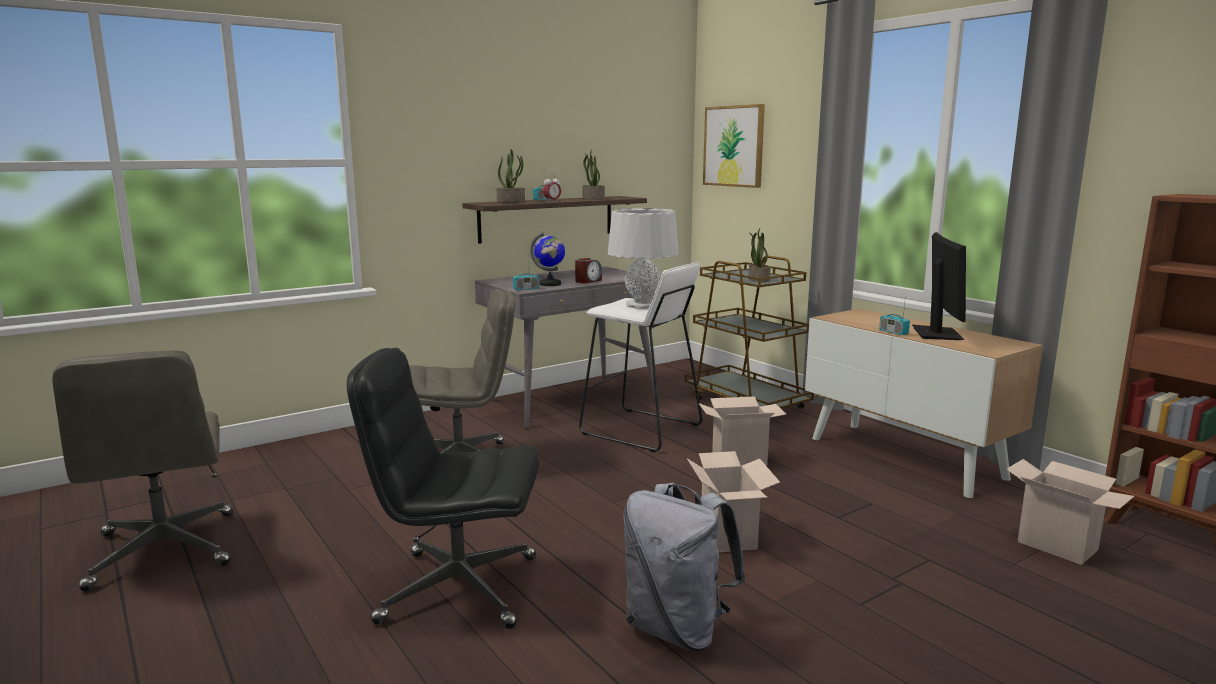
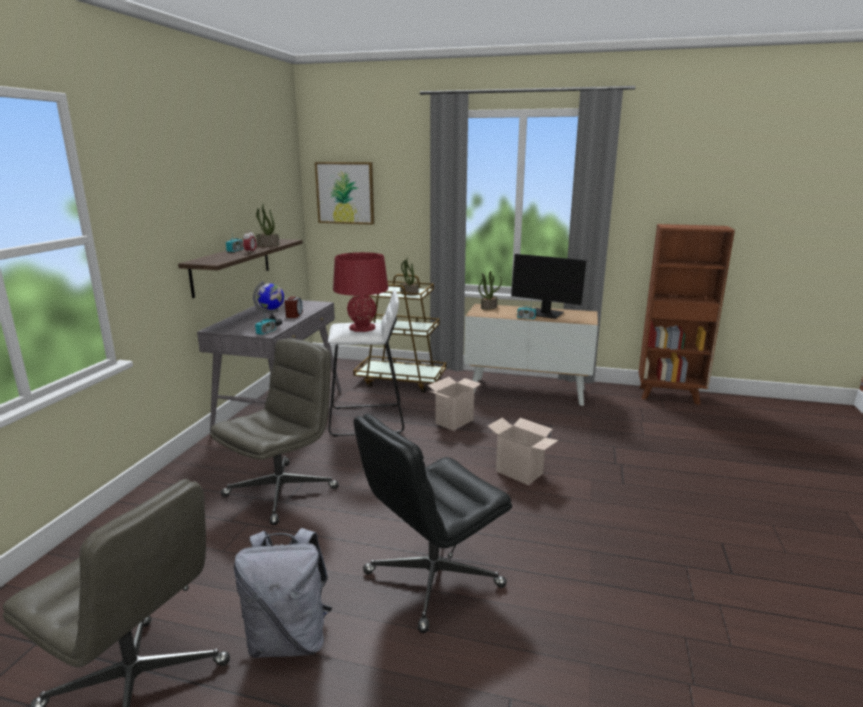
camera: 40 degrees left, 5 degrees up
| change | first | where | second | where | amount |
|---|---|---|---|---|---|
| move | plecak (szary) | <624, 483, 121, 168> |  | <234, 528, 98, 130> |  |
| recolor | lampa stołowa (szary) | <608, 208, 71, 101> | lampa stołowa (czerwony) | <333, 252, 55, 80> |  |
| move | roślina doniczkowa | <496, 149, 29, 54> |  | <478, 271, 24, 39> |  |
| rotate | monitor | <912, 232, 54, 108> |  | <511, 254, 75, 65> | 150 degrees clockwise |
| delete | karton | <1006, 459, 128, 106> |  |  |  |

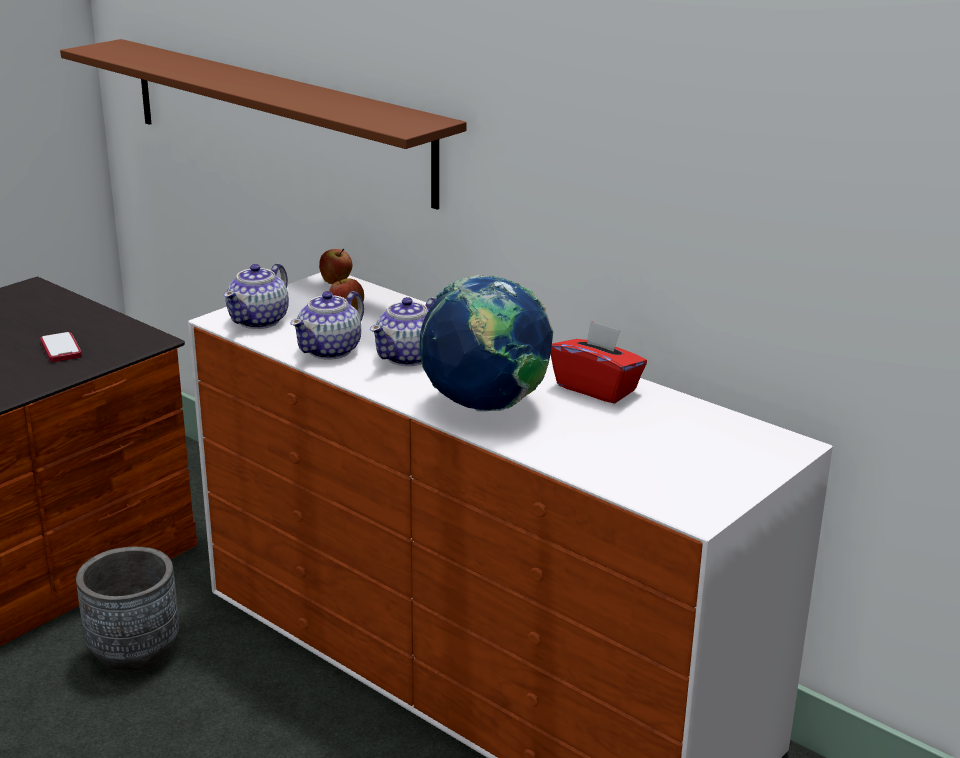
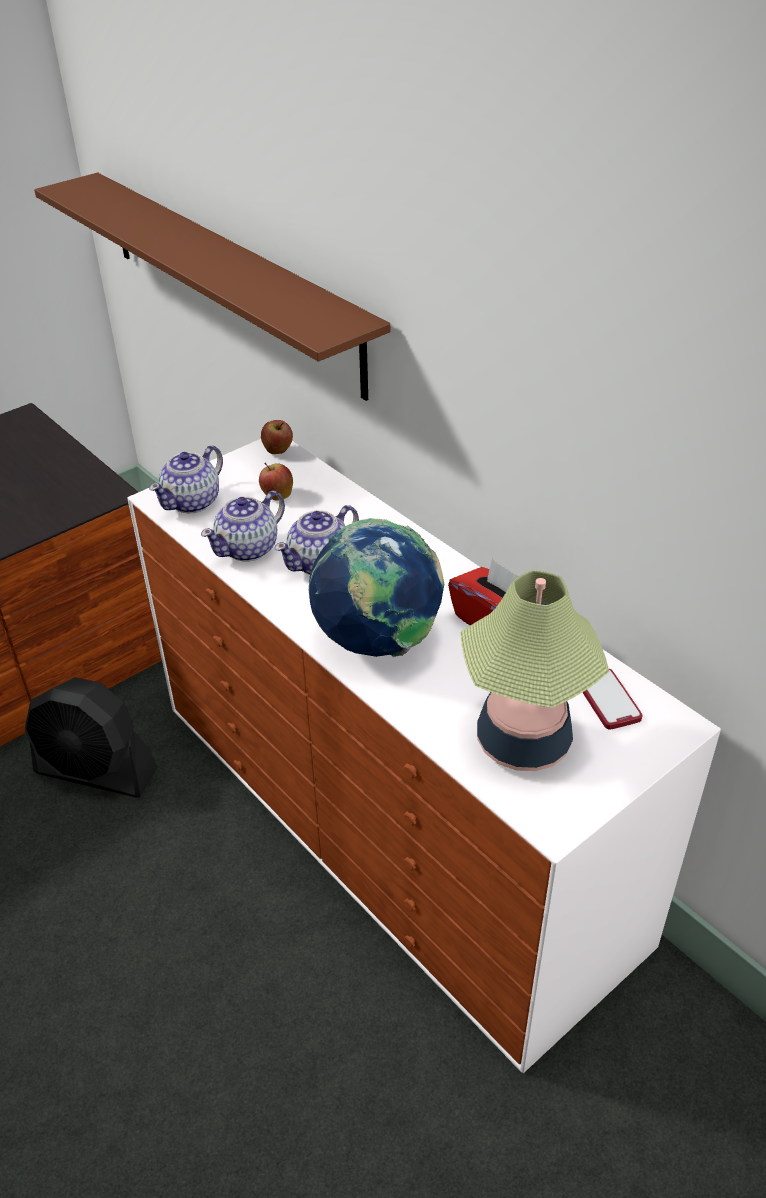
camera: 10 degrees right, 15 degrees up
| change | first | where | second | where | amount |
|---|---|---|---|---|---|
| replace | donica (szary) | <76, 547, 103, 126> | wentylator (czarny) | <25, 677, 133, 121> |  |
| insert |  |  | lampa stołowa | <460, 570, 149, 201> |  |
| move | telefon | <40, 332, 42, 30> |  | <582, 669, 61, 61> |  |

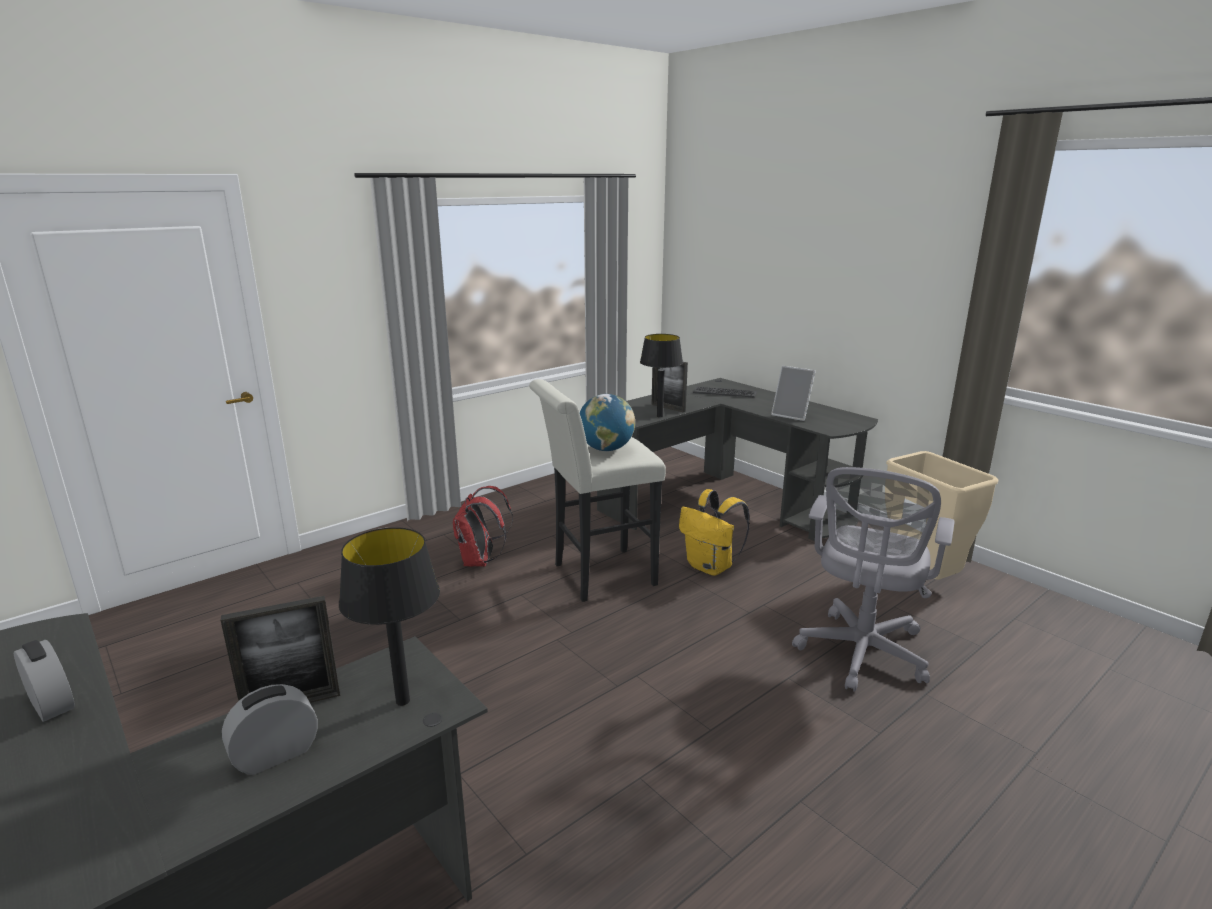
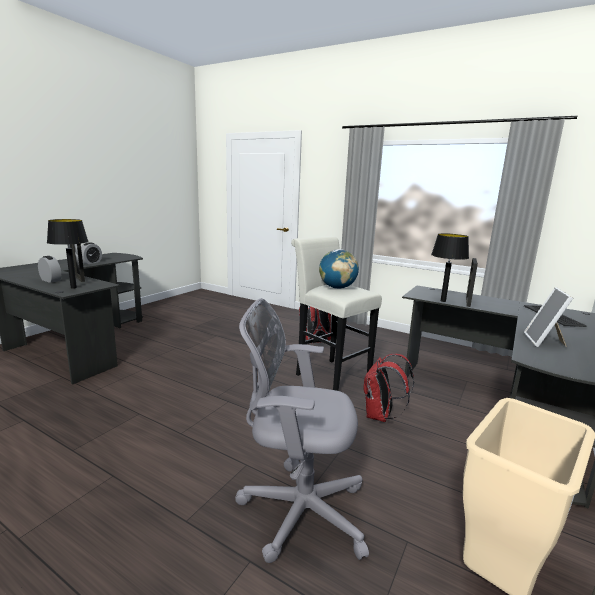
camera: 70 degrees right, 5 degrees down
| change | first | where | second | where | amount |
|---|---|---|---|---|---|
| recolor | plecak (żółty) | <679, 489, 71, 87> | plecak (czerwony) | <363, 354, 51, 68> |  |

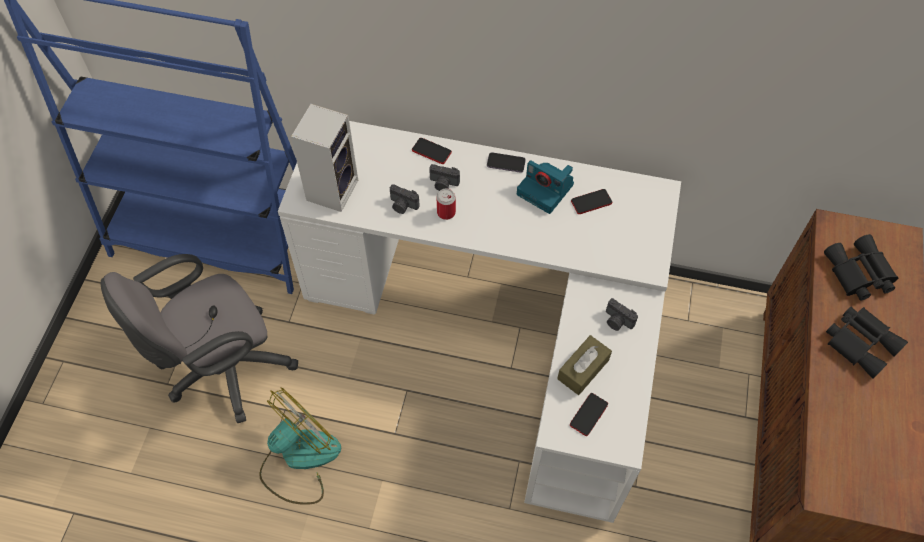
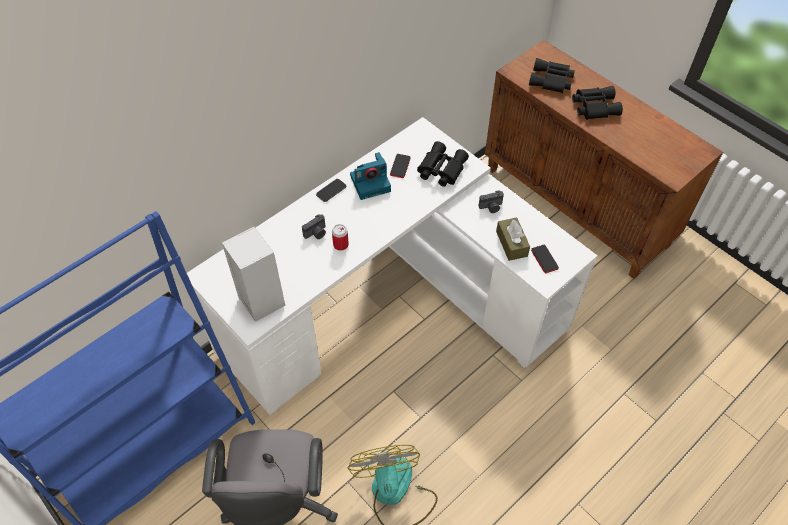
camera: 55 degrees left, 5 degrees down
| change | first | where | second | where | amount |
|---|---|---|---|---|---|
| insert |  |  | lornetka (czarny) | <417, 141, 52, 46> |  |
| delete | aparat fotograficzny | <390, 184, 30, 30> |  |  |  |
| delete | telefon | <412, 138, 40, 26> |  |  |  |

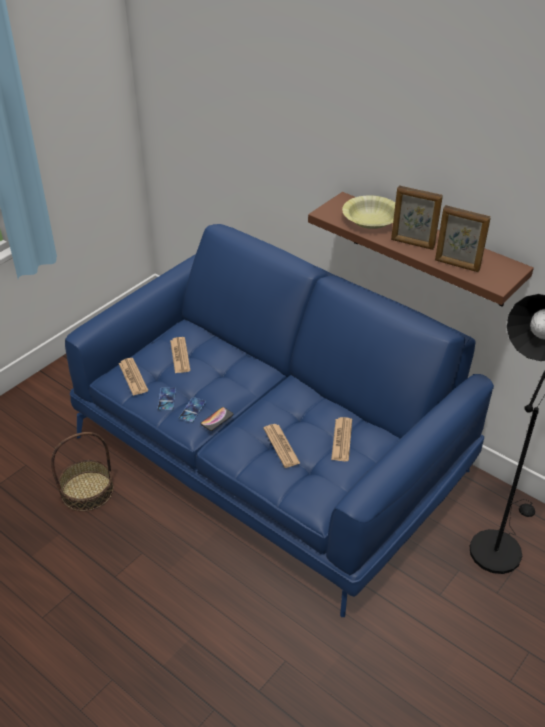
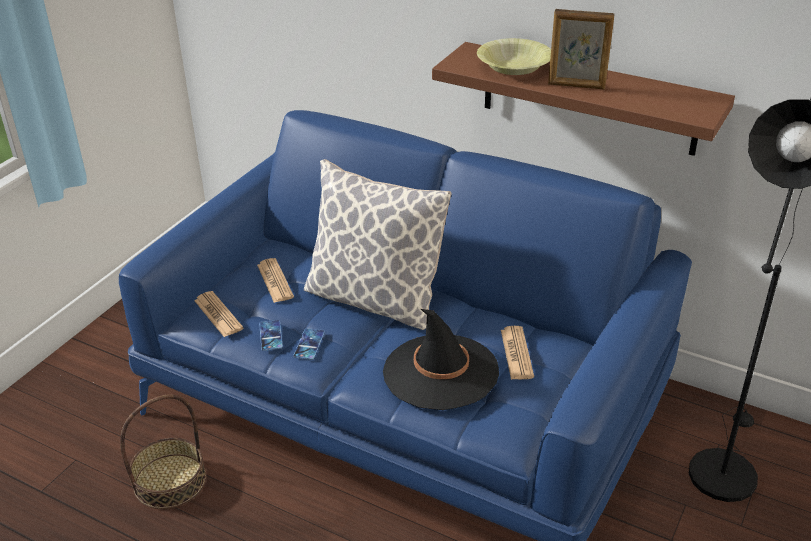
camera: 10 degrees left, 5 degrees down
| change | first | where | second | where | amount |
|---|---|---|---|---|---|
| insert |  |  | poduszka | <304, 159, 148, 171> |  |
| replace | gazeta | <263, 424, 38, 44> | kapelusz (czarny) | <383, 309, 116, 101> |  |
| delete | telefon | <200, 407, 33, 24> |  |  |  |
| delete | ramka na zdjęcie | <435, 205, 56, 67> |  |  |  |

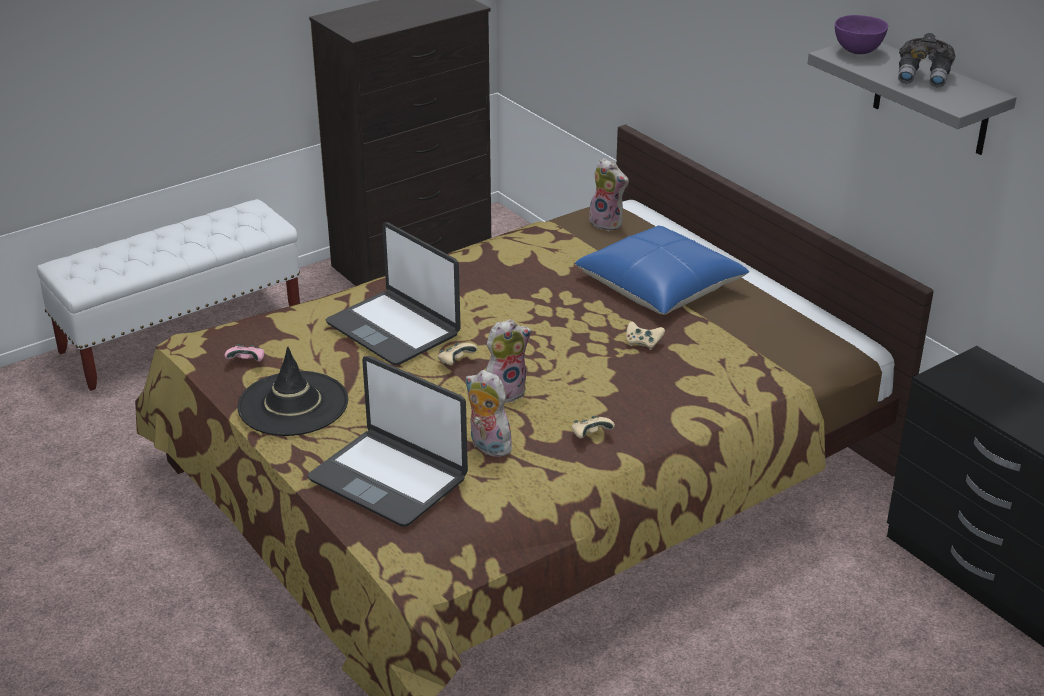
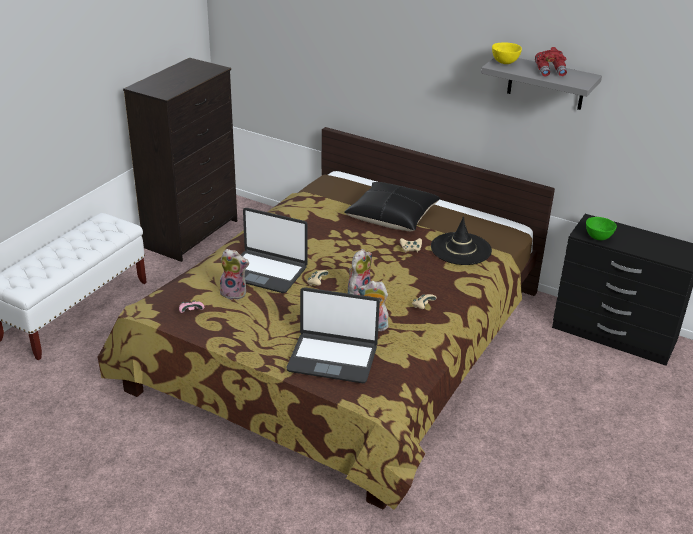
camera: 25 degrees left, 0 degrees up
| change | first | where | second | where | amount |
|---|---|---|---|---|---|
| move | pluszak | <589, 158, 40, 73> |  | <220, 249, 29, 51> |  |
| recolor | poduszka (niebieski) | <575, 226, 174, 89> | poduszka (czarny) | <344, 182, 96, 49> |  |
| move | kapelusz (czarny) | <237, 346, 111, 90> |  | <431, 216, 61, 49> |  |
| recolor | miska (fioletowy) | <835, 15, 53, 39> | miska (żółty) | <492, 42, 30, 22> |  |
| recolor | lornetka (szary) | <898, 33, 57, 55> | lornetka (czerwony) | <535, 47, 32, 30> |  |
| insert |  |  | miska (zielony) | <586, 217, 31, 23> |  |

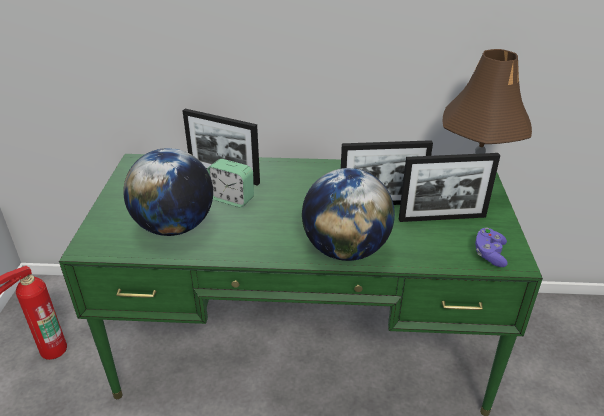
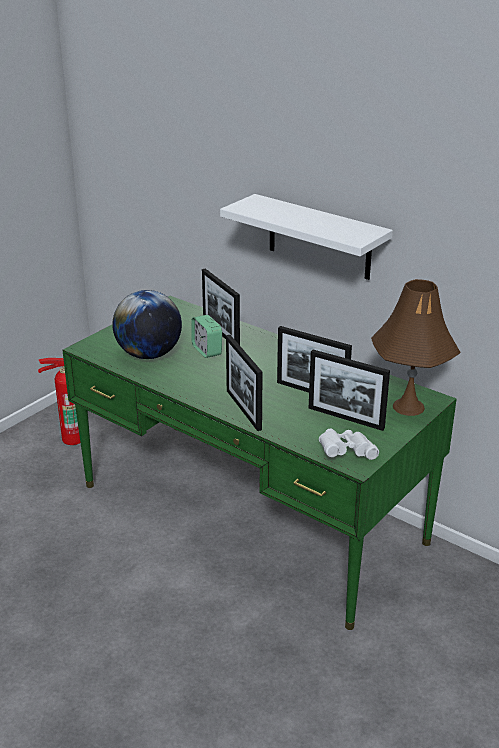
camera: 35 degrees right, 5 degrees down
| change | first | where | second | where | amount |
|---|---|---|---|---|---|
| insert |  |  | półka (biały) | <220, 194, 173, 86> |  |
| replace | globus | <302, 168, 93, 93> | ramka na zdjęcie | <226, 335, 37, 96> |  |
| replace | pad do gier (fioletowy) | <475, 228, 33, 39> | lornetka (biały) | <319, 429, 60, 31> |  |

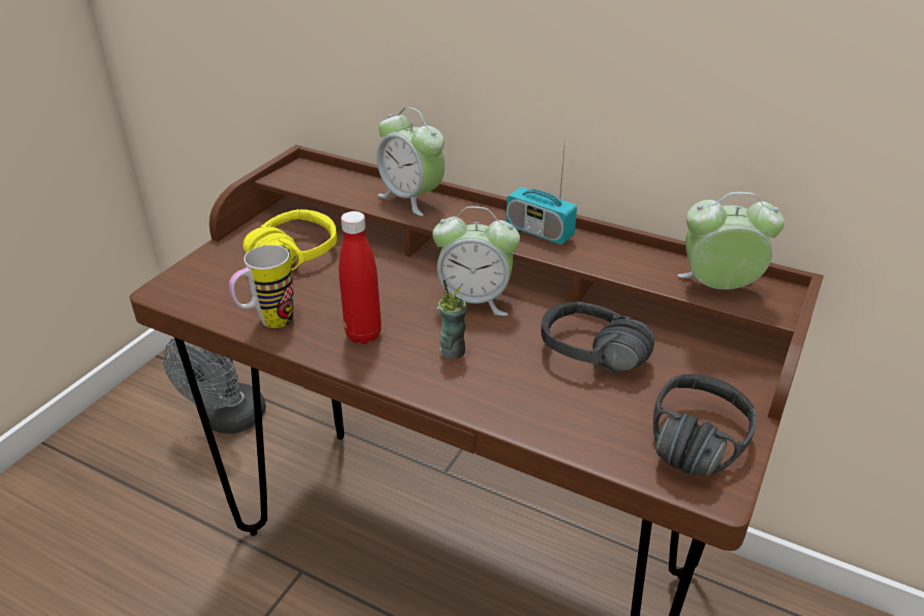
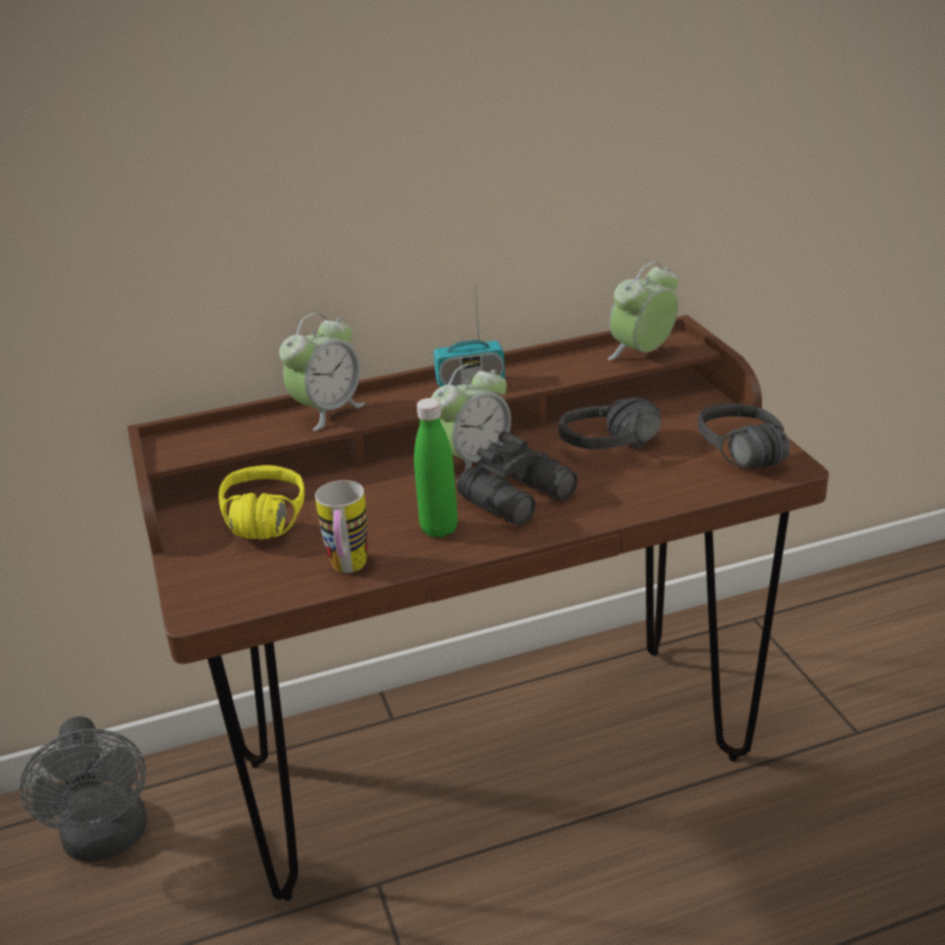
camera: 45 degrees left, 5 degrees down
| change | first | where | second | where | amount |
|---|---|---|---|---|---|
| rotate | budzik | <377, 107, 68, 109> |  | <279, 313, 87, 118> | 45 degrees counterclockwise |
| recolor | butelka (czerwony) | <339, 211, 42, 133> | butelka (zielony) | <414, 398, 44, 140> |  |
| replace | filiżanka | <438, 279, 29, 80> | lornetka (czarny) | <457, 431, 121, 94> |  |

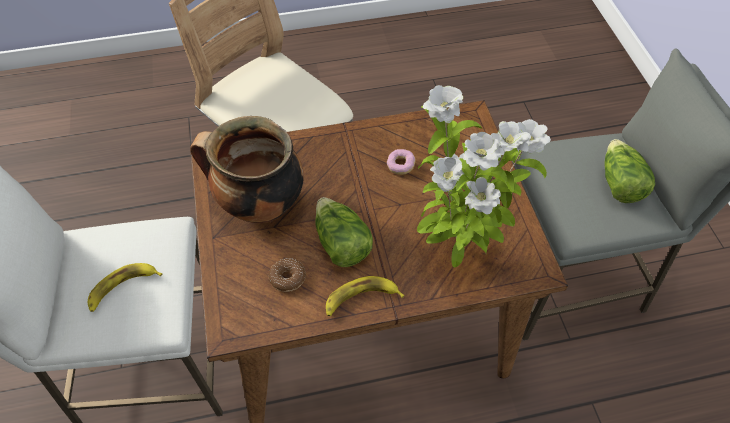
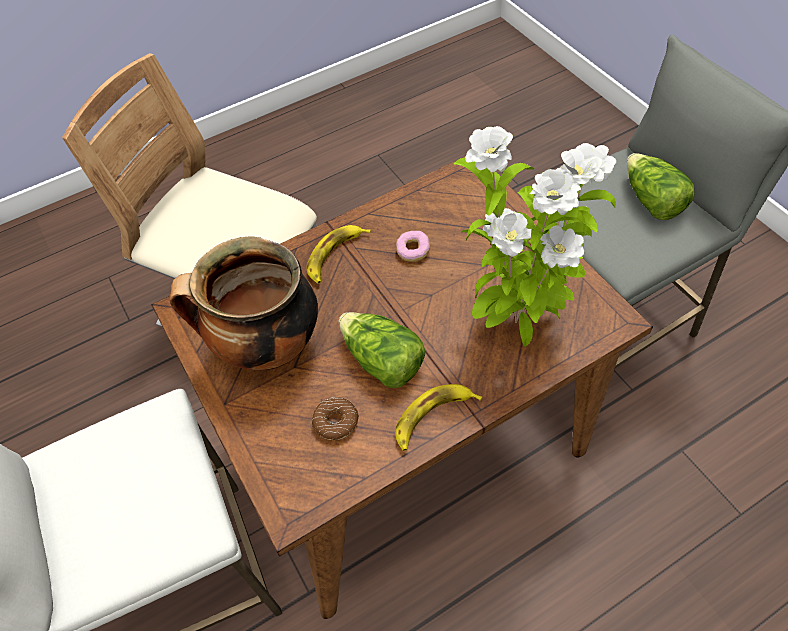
camera: 15 degrees left, 0 degrees up
| change | first | where | second | where | amount |
|---|---|---|---|---|---|
| move | banan | <88, 263, 74, 49> |  | <307, 225, 64, 59> |  |

